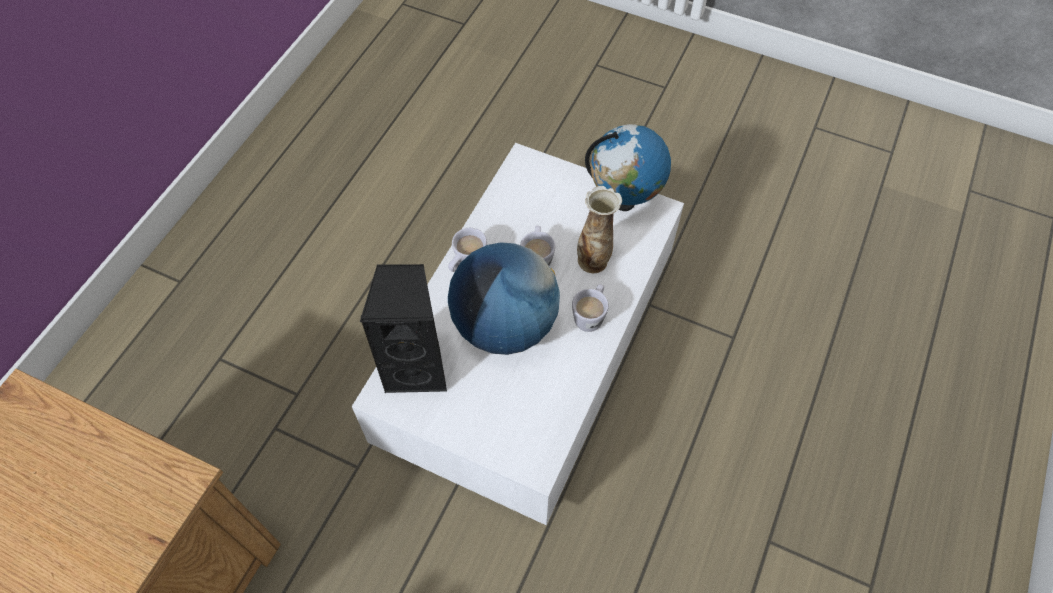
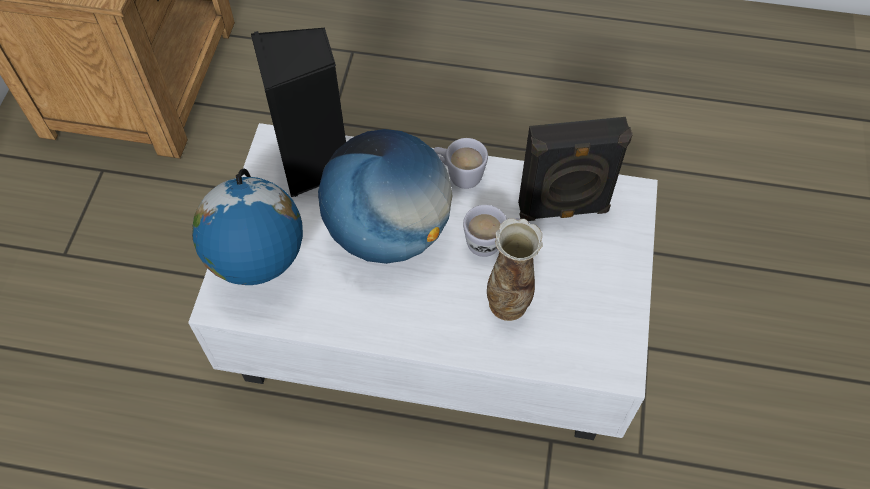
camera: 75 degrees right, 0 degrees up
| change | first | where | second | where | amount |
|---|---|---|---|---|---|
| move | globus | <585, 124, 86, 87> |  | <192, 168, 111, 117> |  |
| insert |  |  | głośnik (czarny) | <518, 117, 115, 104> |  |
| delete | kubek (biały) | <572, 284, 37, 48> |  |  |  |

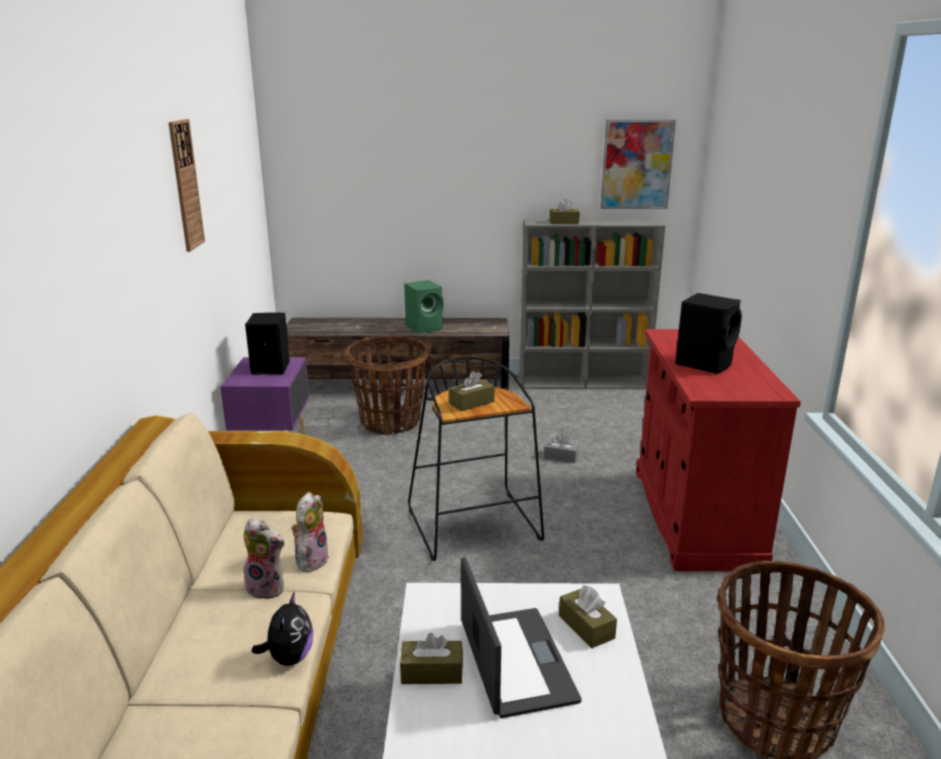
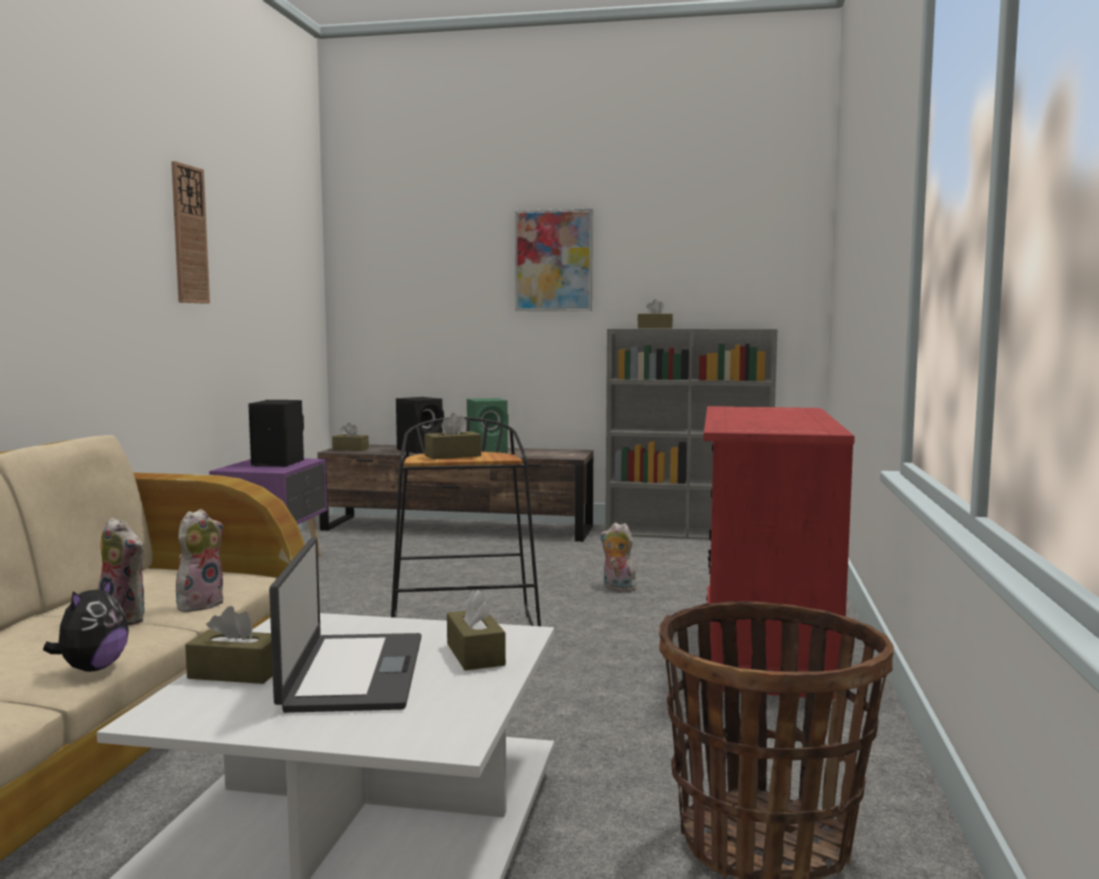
camera: 10 degrees right, 15 degrees down
| change | first | where | second | where | amount |
|---|---|---|---|---|---|
| insert |  |  | pudełko chusteczek (brązowy) | <332, 422, 37, 29> |  |
| move | głośnik (czarny) | <675, 293, 67, 81> |  | <396, 397, 48, 56> |  |
| move | obraz | <601, 119, 75, 90> |  | <515, 209, 78, 102> |  |
| replace | pudełko chusteczek (szary) | <544, 433, 35, 30> | pluszak | <600, 523, 39, 69> |  |
| delete | koszyk | <347, 336, 81, 99> |  |  |  |

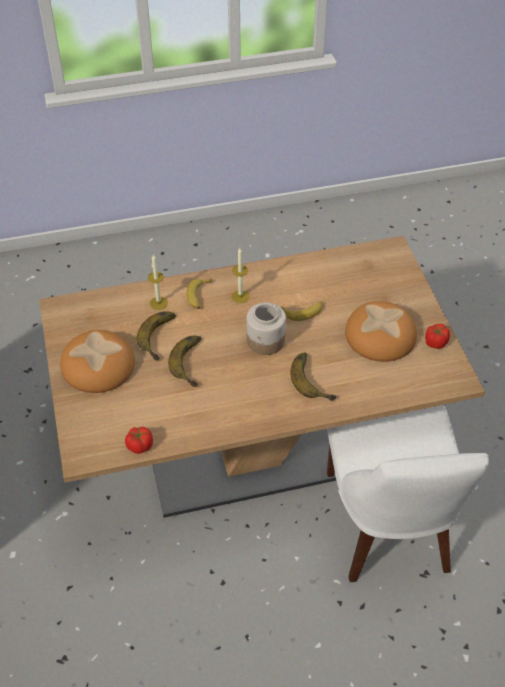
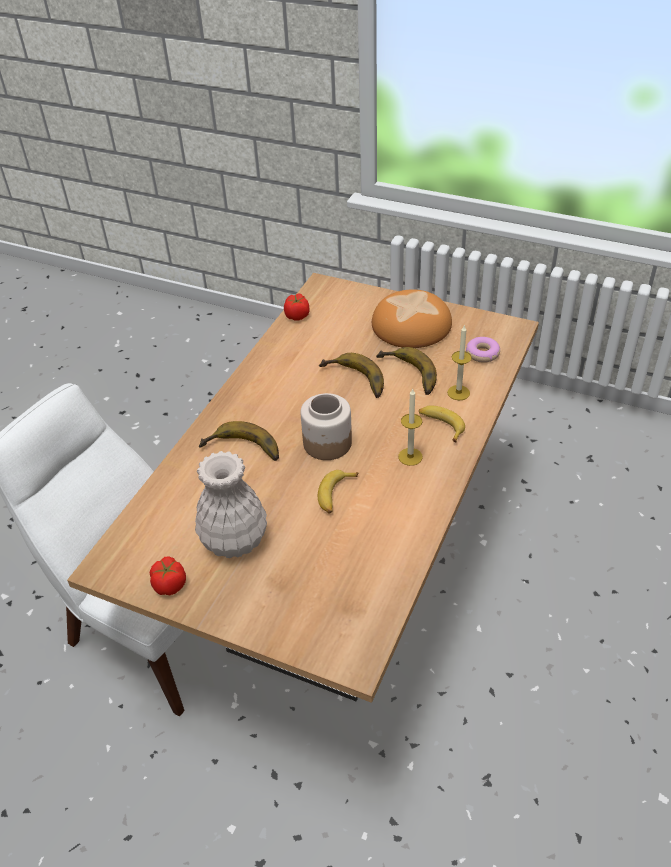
camera: 130 degrees right, 5 degrees down
| change | first | where | second | where | amount |
|---|---|---|---|---|---|
| replace | chleb | <345, 301, 72, 61> | wazon (biały) | <195, 451, 72, 107> |  |
| insert |  |  | donut | <466, 337, 34, 26> |  |

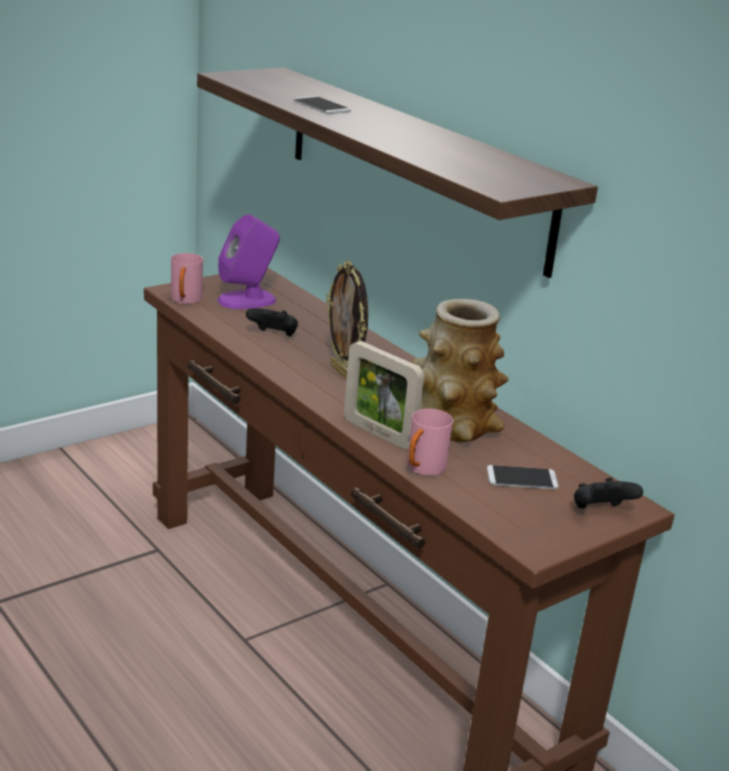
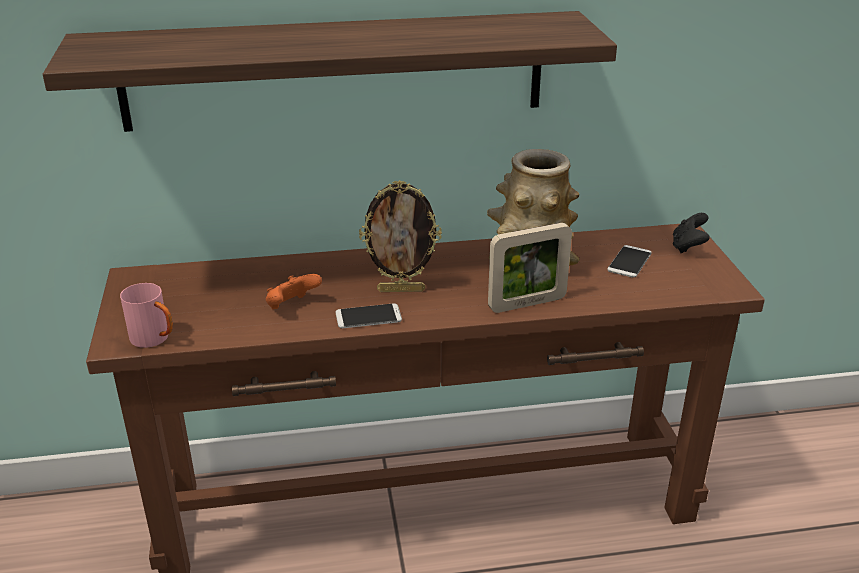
camera: 60 degrees left, 5 degrees up
| change | first | where | second | where | amount |
|---|---|---|---|---|---|
| recolor | pad do gier (czarny) | <246, 308, 52, 29> | pad do gier (pomarańczowy) | <266, 274, 56, 35> |  |
| move | telefon | <294, 96, 57, 18> |  | <336, 303, 66, 25> |  |
| delete | głośnik (fioletowy) | <218, 214, 62, 95> |  |  |  |
| delete | kubek (różowy) | <407, 409, 46, 67> |  |  |  |

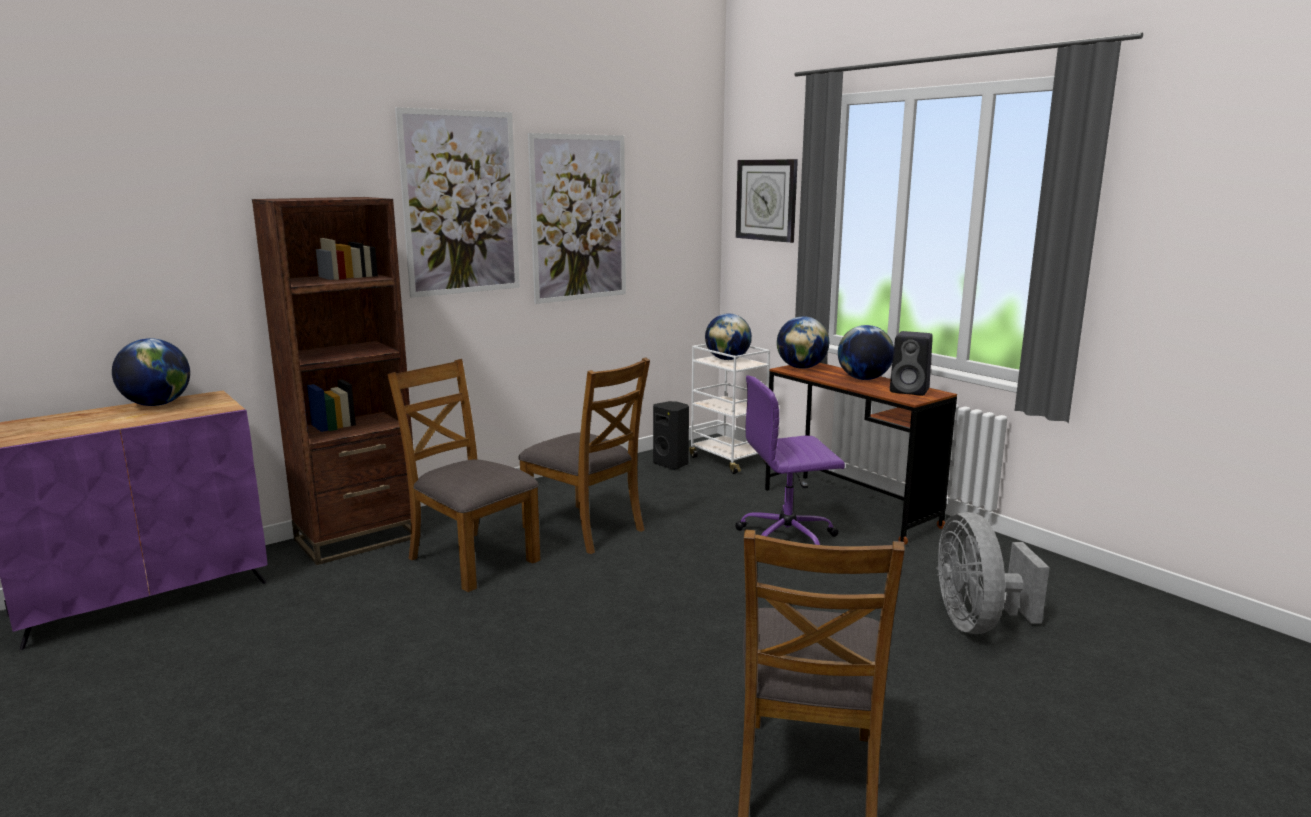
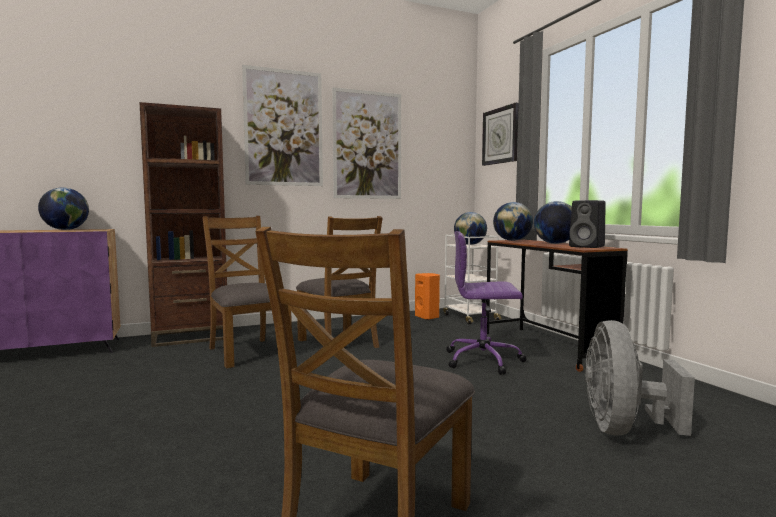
camera: 15 degrees right, 10 degrees down
| change | first | where | second | where | amount |
|---|---|---|---|---|---|
| recolor | głośnik (czarny) | <653, 401, 36, 69> | głośnik (pomarańczowy) | <415, 273, 25, 47> |  |

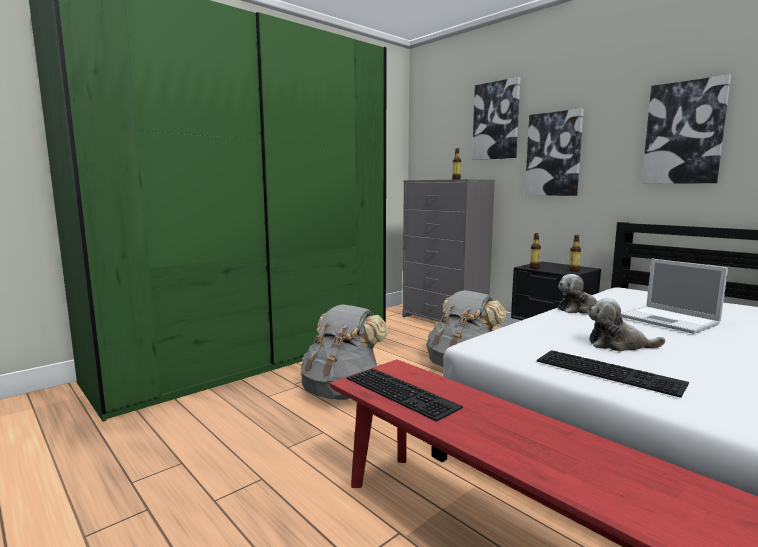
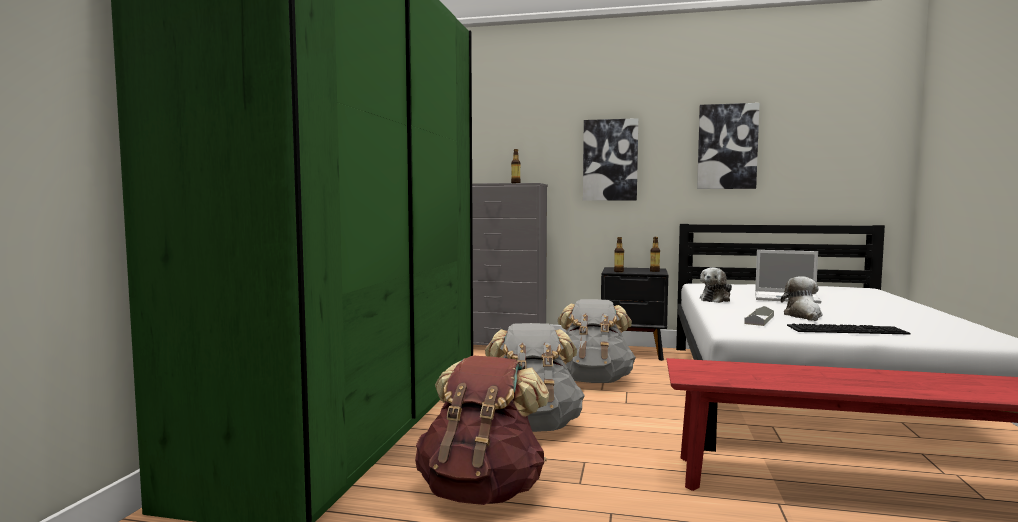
camera: 35 degrees left, 5 degrees down
| change | first | where | second | where | amount |
|---|---|---|---|---|---|
| insert |  |  | plecak (brązowy) | <415, 356, 134, 149> |  |
| insert |  |  | taca (szary) | <744, 306, 30, 20> |  |
| rotate | pluszak | <587, 298, 78, 53> |  | <781, 276, 41, 45> | 120 degrees clockwise |
| delete | klawiatura | <347, 368, 116, 54> |  |  |  |
| delete | obraz | <472, 77, 48, 83> |  |  |  |

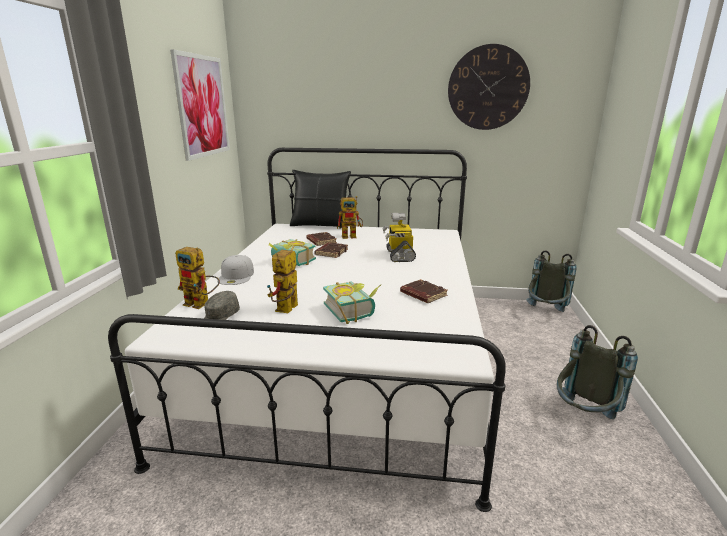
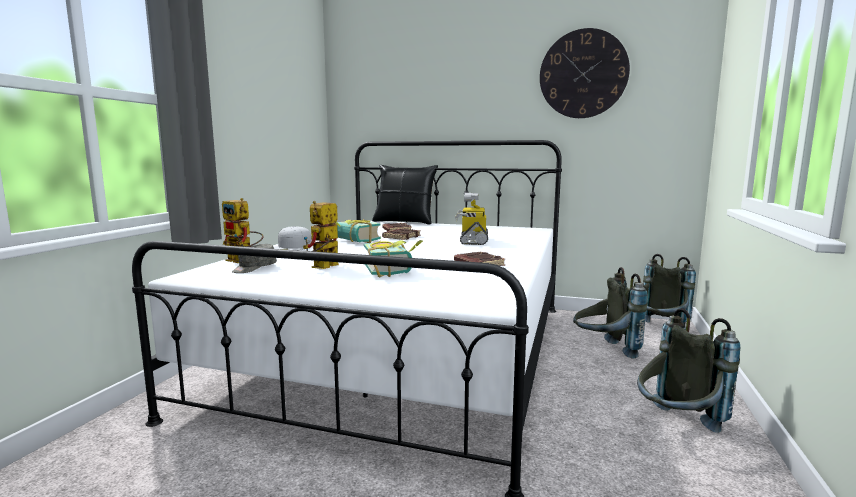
camera: 10 degrees right, 10 degrees down
| change | first | where | second | where | amount |
|---|---|---|---|---|---|
| insert |  |  | plecak (szary) | <573, 267, 74, 91> |  |
| delete | obraz | <170, 49, 60, 112> |  |  |  |
| delete | robot zabawkowy | <337, 196, 26, 43> |  |  |  |

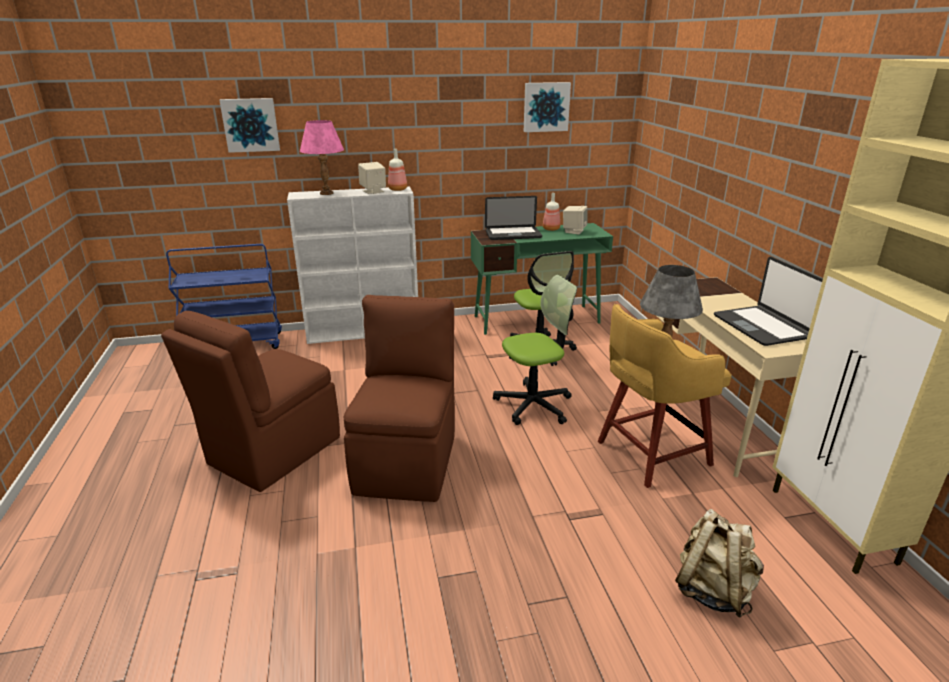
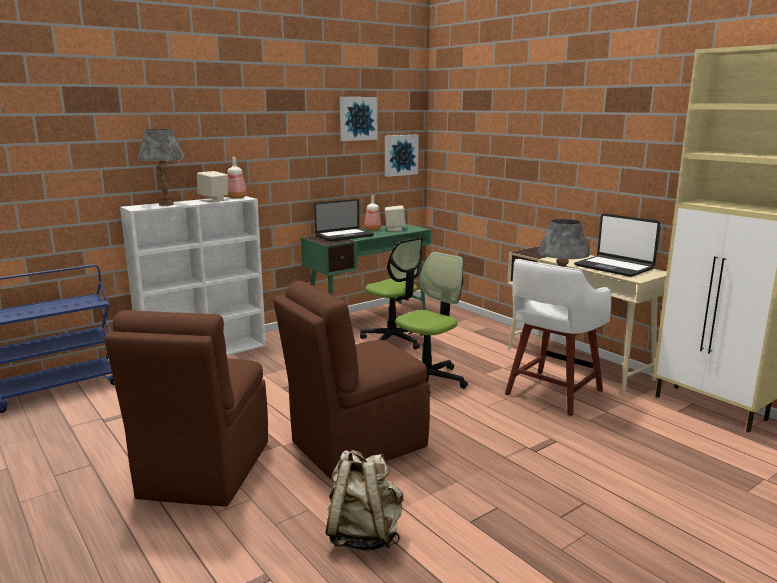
camera: 25 degrees left, 10 degrees down
| change | first | where | second | where | amount |
|---|---|---|---|---|---|
| recolor | lampa stołowa (różowy) | <300, 120, 44, 75> | lampa stołowa (szary) | <137, 129, 49, 77> |  |
| rotate | krzesło (brązowy) | <344, 295, 111, 207> |  | <273, 280, 157, 200> | 105 degrees counterclockwise |
| move | plecak (beżowy) | <675, 509, 89, 109> |  | <326, 450, 77, 101> |  |
| move | obraz | <219, 98, 61, 55> |  | <385, 135, 34, 42> |  |
| recolor | stołek (żółty) | <598, 304, 134, 184> | stołek (biały) | <505, 259, 106, 157> |  |

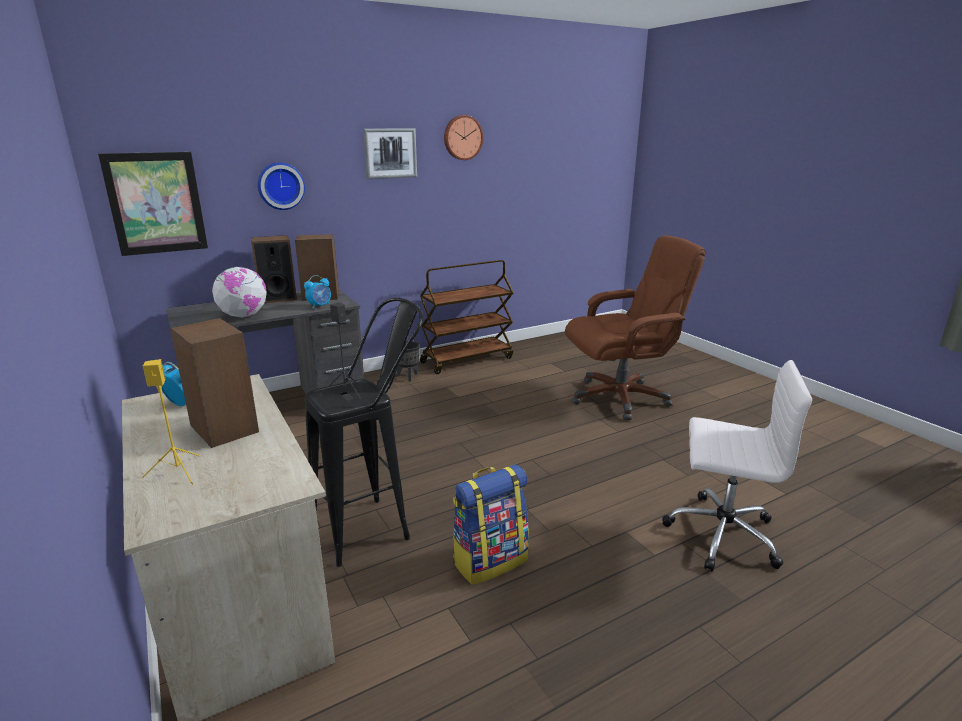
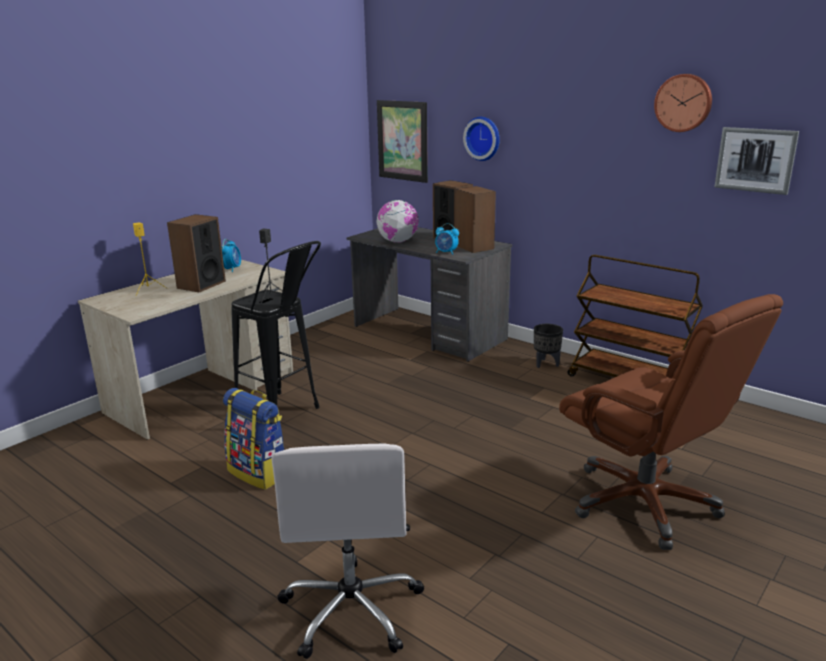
camera: 70 degrees right, 0 degrees up
| change | first | where | second | where | amount |
|---|---|---|---|---|---|
| move | obraz | <363, 128, 54, 51> |  | <714, 127, 85, 68> |  |

